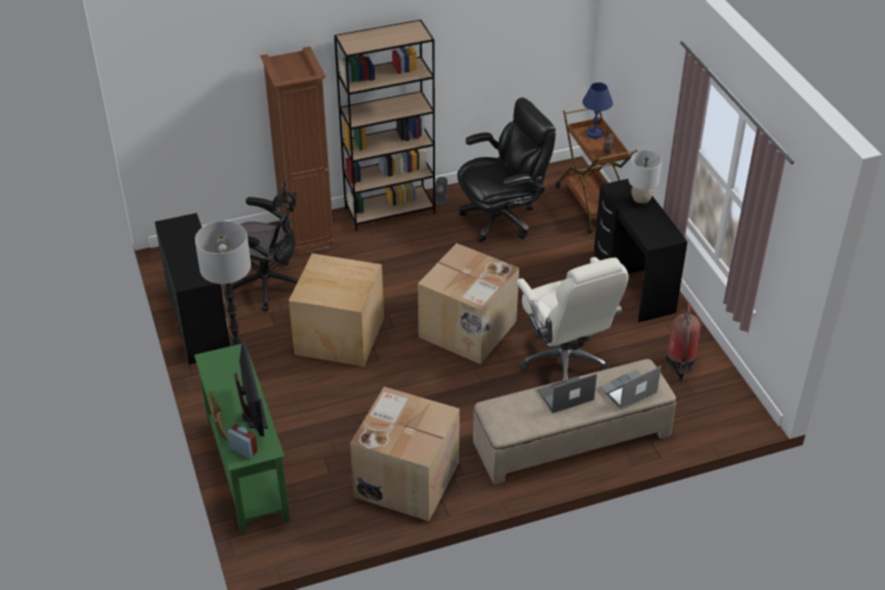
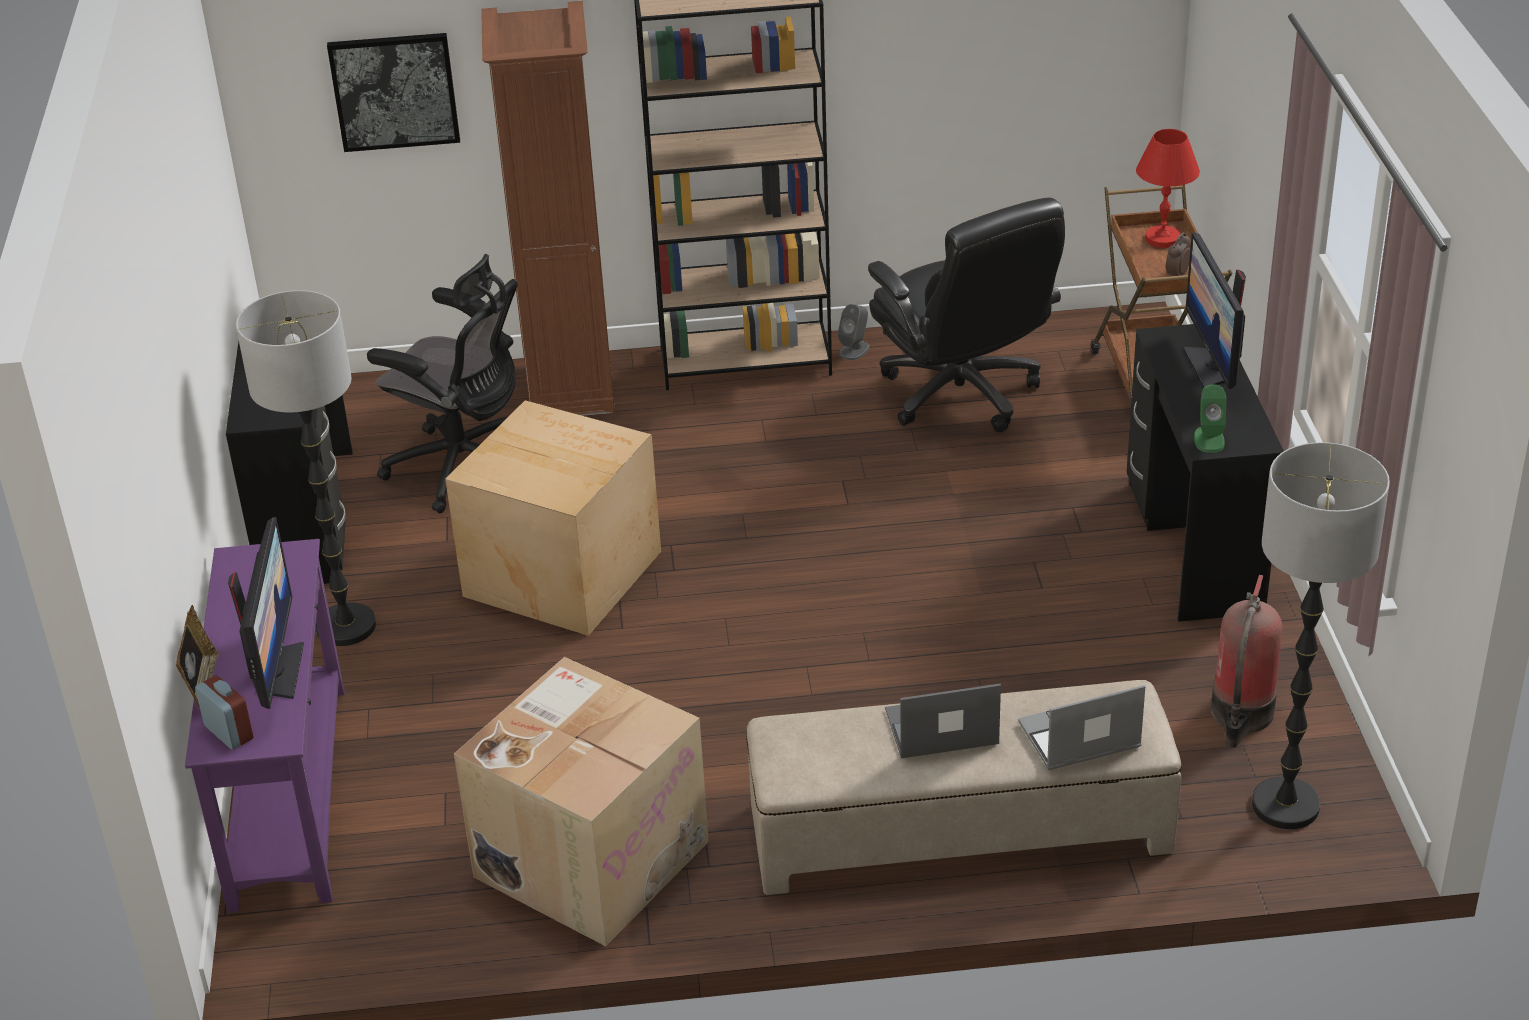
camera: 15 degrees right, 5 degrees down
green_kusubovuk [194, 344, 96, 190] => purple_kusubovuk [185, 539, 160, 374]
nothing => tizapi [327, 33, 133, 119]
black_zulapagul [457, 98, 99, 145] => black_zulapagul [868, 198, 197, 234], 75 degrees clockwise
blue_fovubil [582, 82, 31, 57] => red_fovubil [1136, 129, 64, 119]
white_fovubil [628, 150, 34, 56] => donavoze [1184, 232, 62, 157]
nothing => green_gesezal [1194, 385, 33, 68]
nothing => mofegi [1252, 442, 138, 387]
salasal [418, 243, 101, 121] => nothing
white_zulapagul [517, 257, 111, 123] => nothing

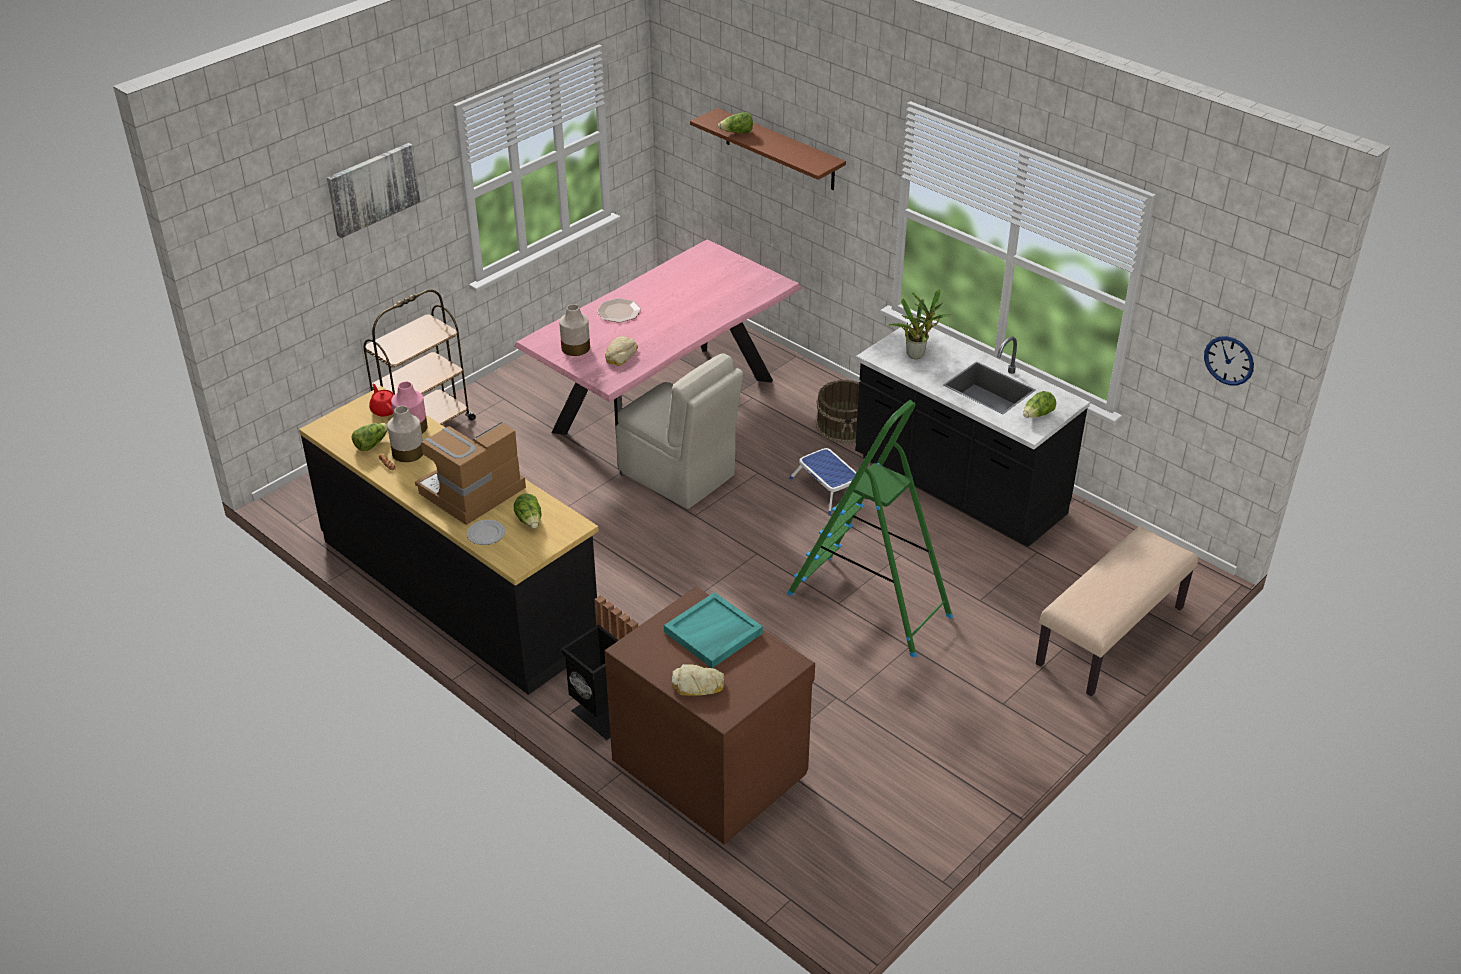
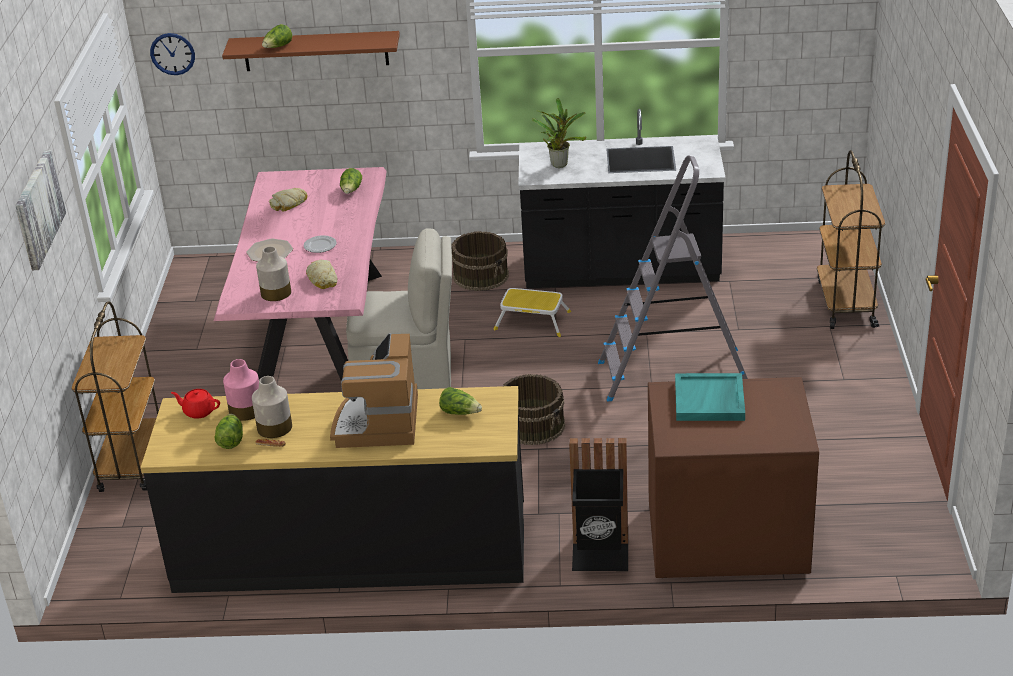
camera: 40 degrees left, 5 degrees down
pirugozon [1204, 336, 50, 50] => pirugozon [150, 33, 45, 42], moved
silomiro [672, 664, 52, 32] => silomiro [269, 188, 38, 23], moved
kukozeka [467, 520, 38, 25] => kukozeka [304, 235, 33, 18], moved
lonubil [1023, 391, 33, 26] => lonubil [340, 168, 22, 26], moved
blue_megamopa [789, 448, 78, 68] => yellow_megamopa [493, 288, 78, 49]
nothing => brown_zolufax [504, 374, 61, 71]
green_megamopa [787, 400, 166, 258] => grey_megamopa [598, 156, 150, 245]
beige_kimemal [1036, 526, 162, 170] => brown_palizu [817, 150, 69, 179]

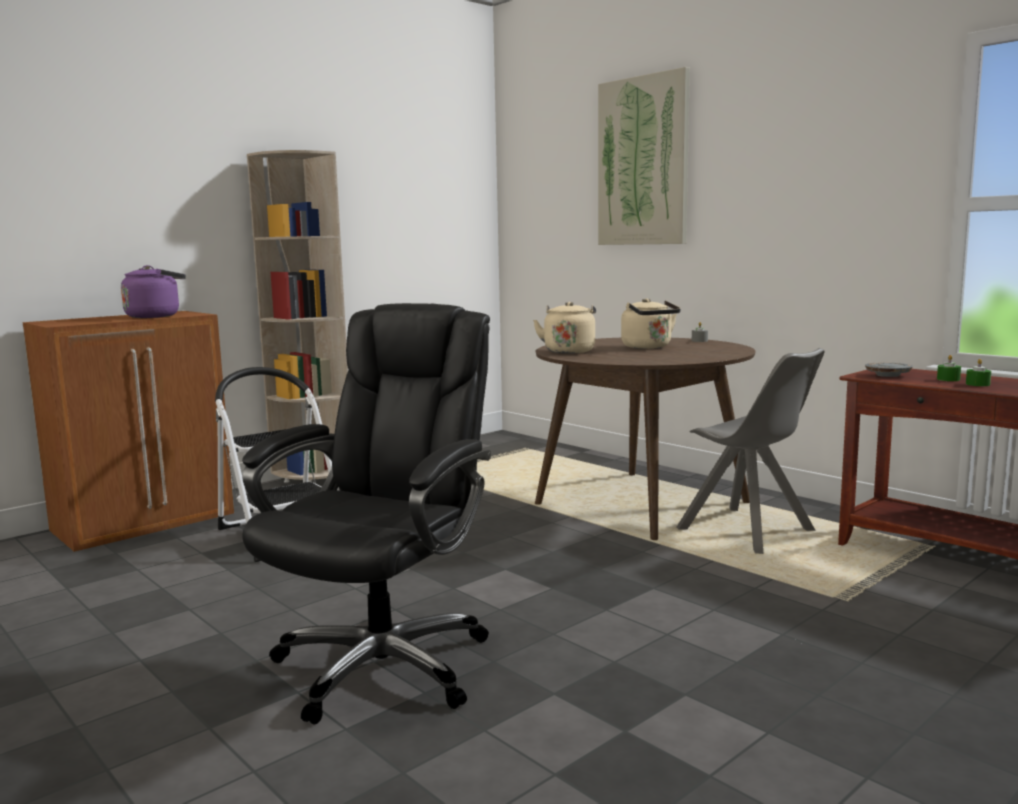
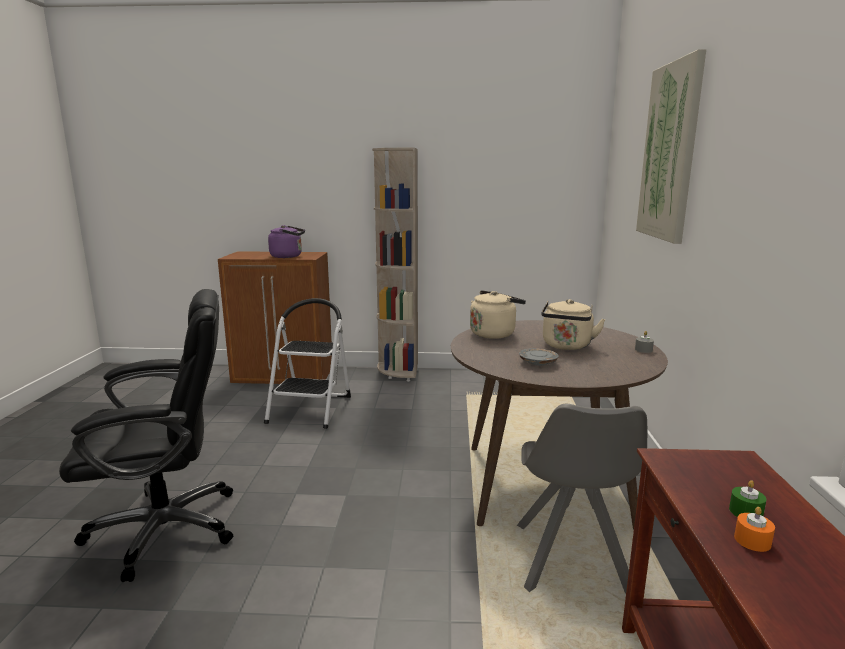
camera: 45 degrees right, 5 degrees up
grey_kukozeka [865, 363, 48, 14] => grey_kukozeka [519, 348, 40, 18], moved
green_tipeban [966, 359, 25, 27] => orange_tipeban [734, 507, 41, 45]

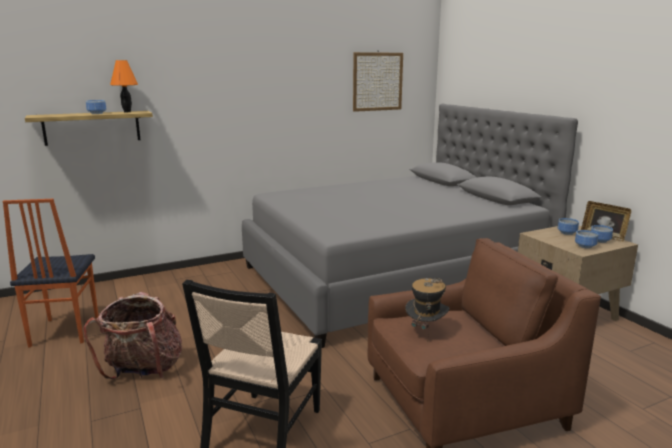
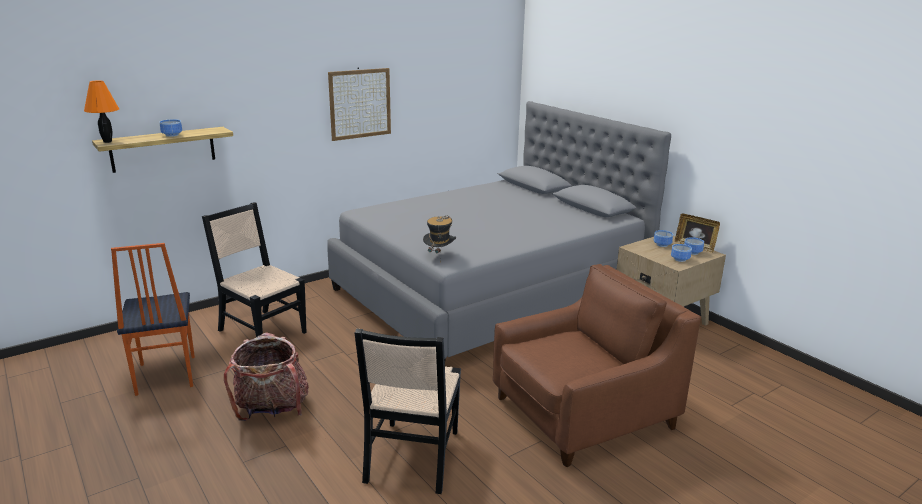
camera: 10 degrees left, 5 degrees up
orange_fovubil [110, 60, 28, 52] => orange_fovubil [84, 80, 35, 63], moved
nothing => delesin [202, 202, 105, 135]
tizapi [353, 51, 50, 61] => tizapi [328, 67, 63, 74], moved
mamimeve [405, 278, 45, 65] => mamimeve [423, 215, 33, 41], moved

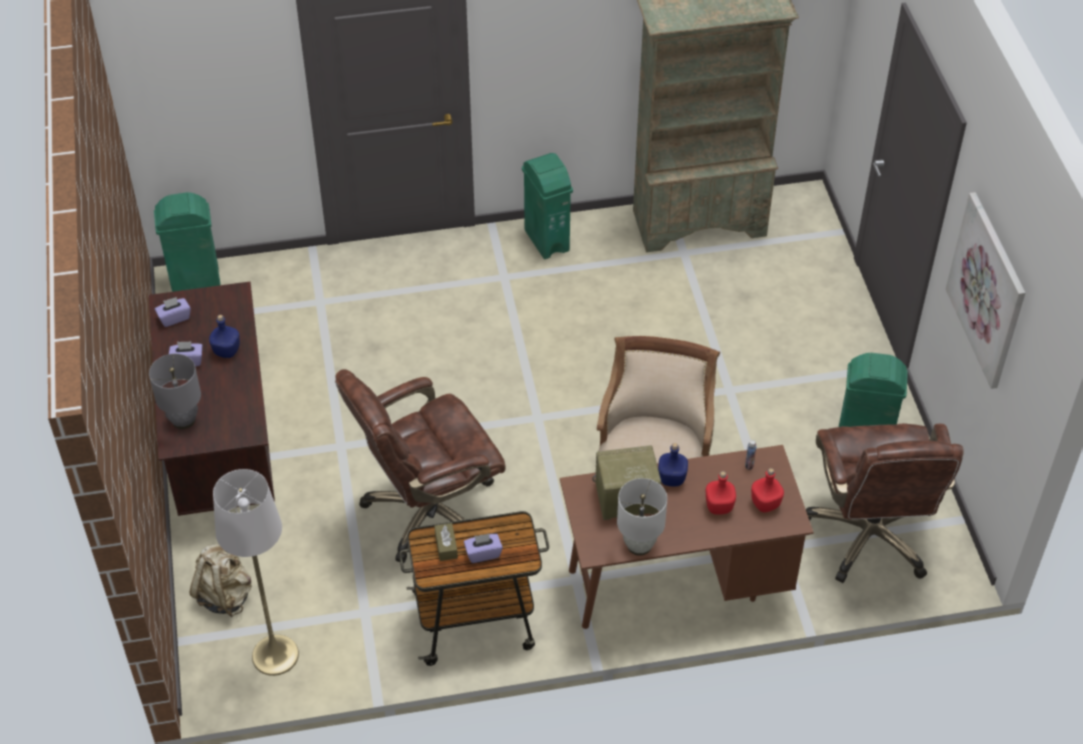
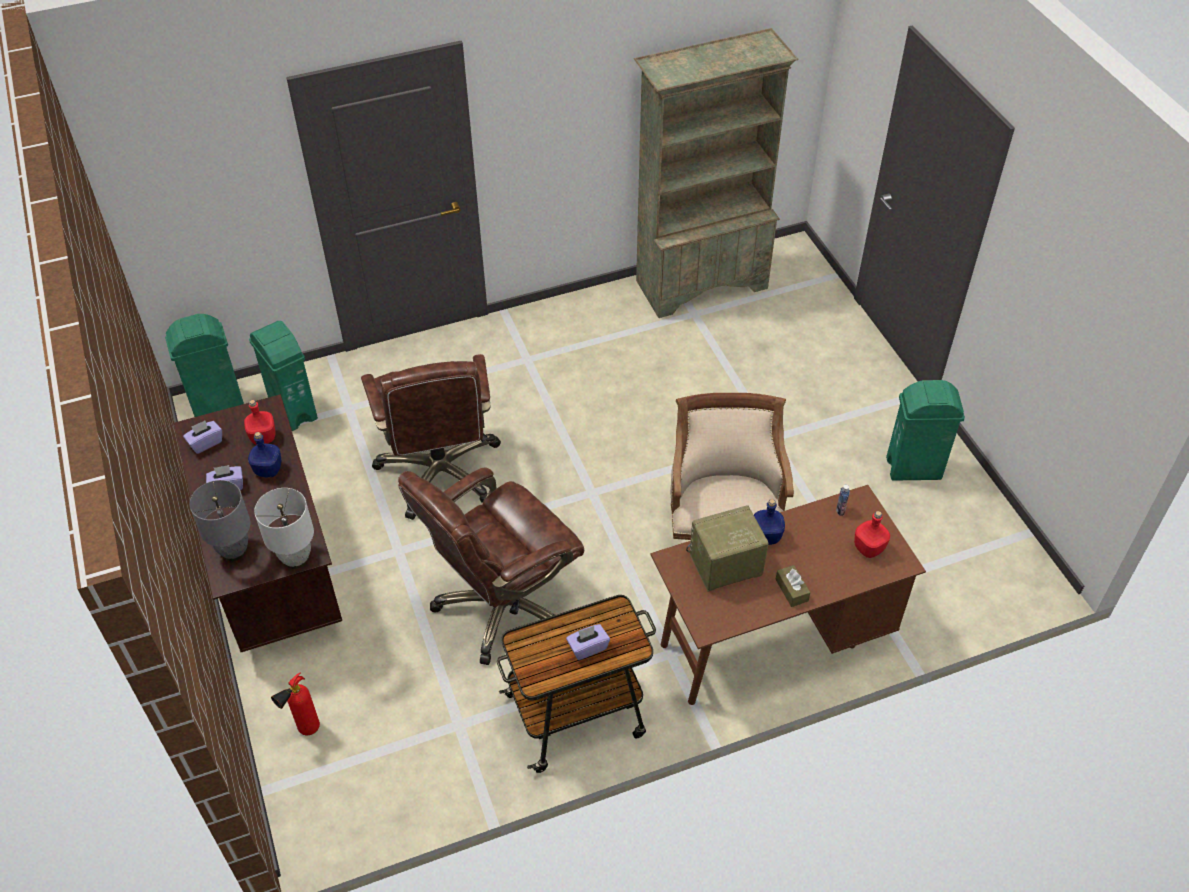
camera: 10 degrees left, 0 degrees up
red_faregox [706, 471, 30, 44] => red_faregox [244, 400, 31, 45], moved
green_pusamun [522, 153, 51, 106] => green_pusamun [249, 321, 69, 110], moved
white_fovubil [617, 478, 50, 78] => white_fovubil [254, 488, 60, 81], moved
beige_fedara [190, 544, 62, 73] => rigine [271, 673, 49, 62]
brown_zulapagul [806, 423, 158, 160] => brown_zulapagul [361, 354, 140, 166], moved
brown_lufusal [434, 523, 24, 38] => brown_lufusal [775, 565, 35, 42], moved
white_mofegi [213, 469, 86, 207] => nothing
tizapi [946, 192, 79, 197] => nothing

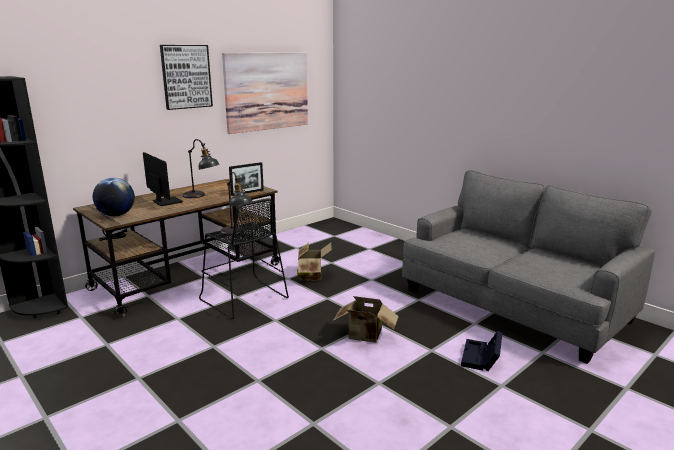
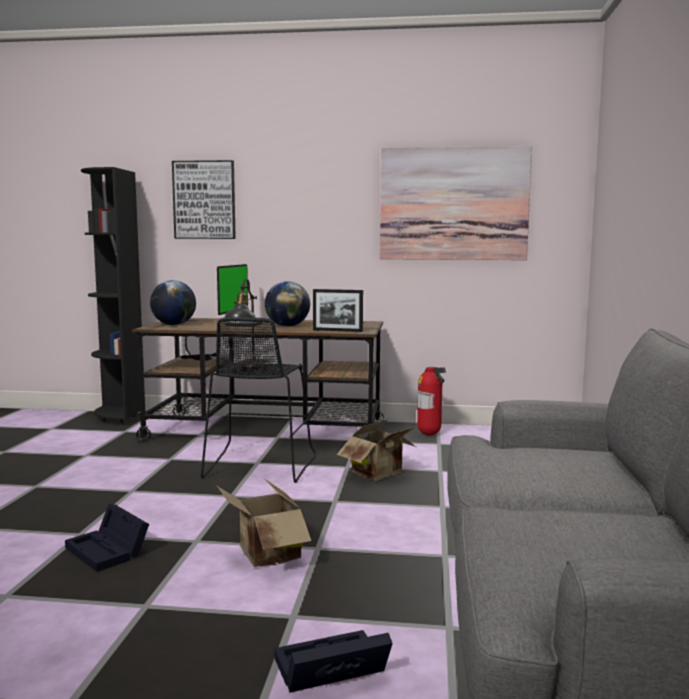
camera: 50 degrees right, 10 degrees down
nothing => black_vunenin [65, 504, 84, 68]
tizapi [160, 45, 53, 65] => tizapi [172, 160, 64, 79], moved
grey_fovubil [183, 139, 36, 59] => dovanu [265, 281, 45, 46]
nothing => rigine [417, 367, 29, 69]

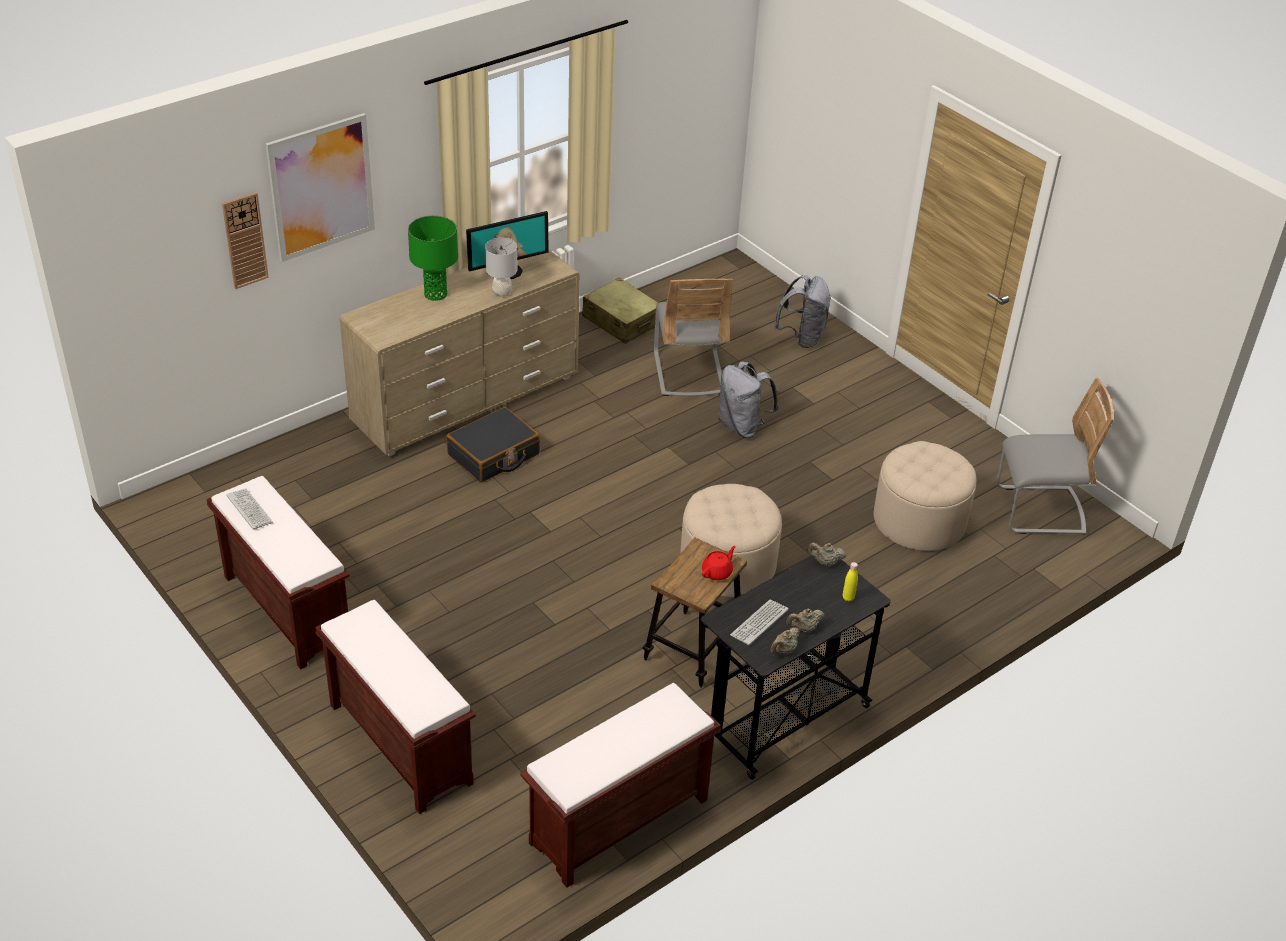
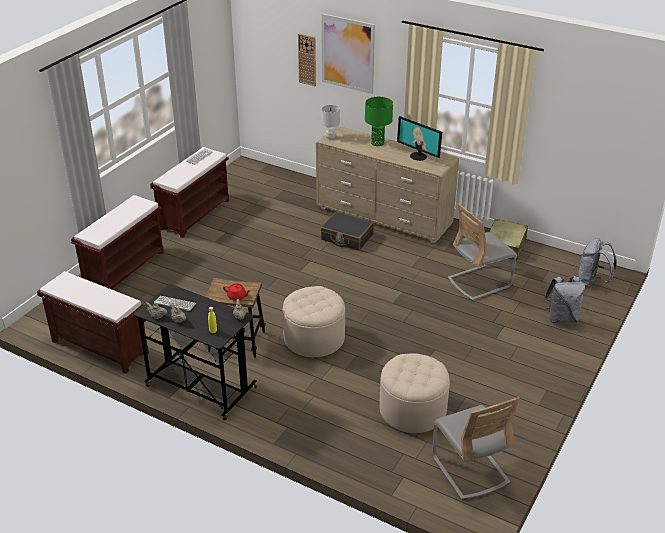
camera: 70 degrees right, 5 degrees down
grey_fovubil [485, 238, 32, 58] => grey_fovubil [322, 105, 18, 34], moved
grey_fedara [718, 361, 61, 77] => grey_fedara [578, 238, 39, 49], moved

